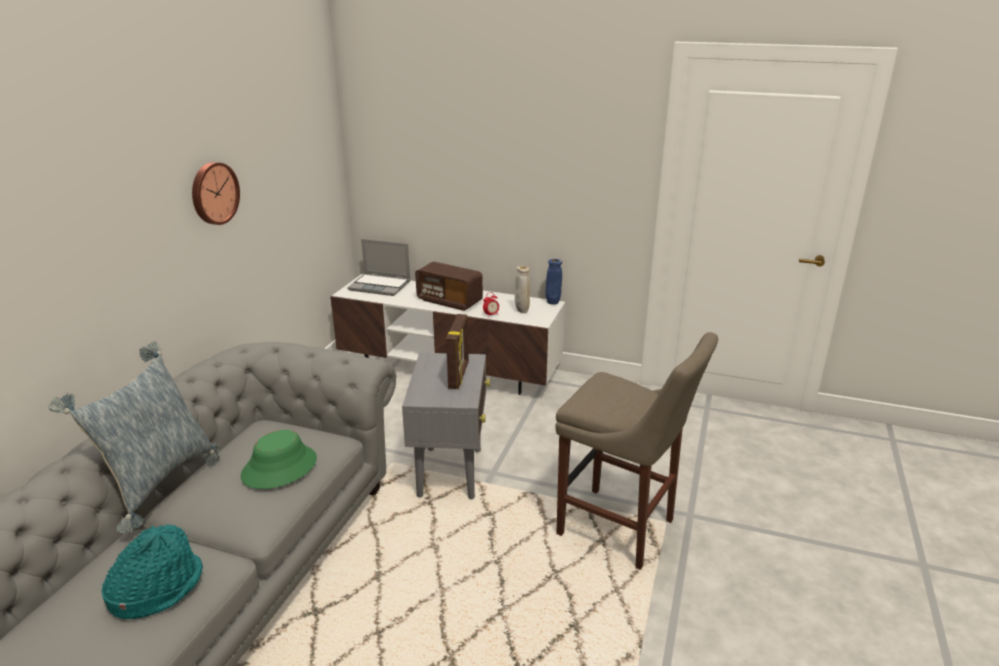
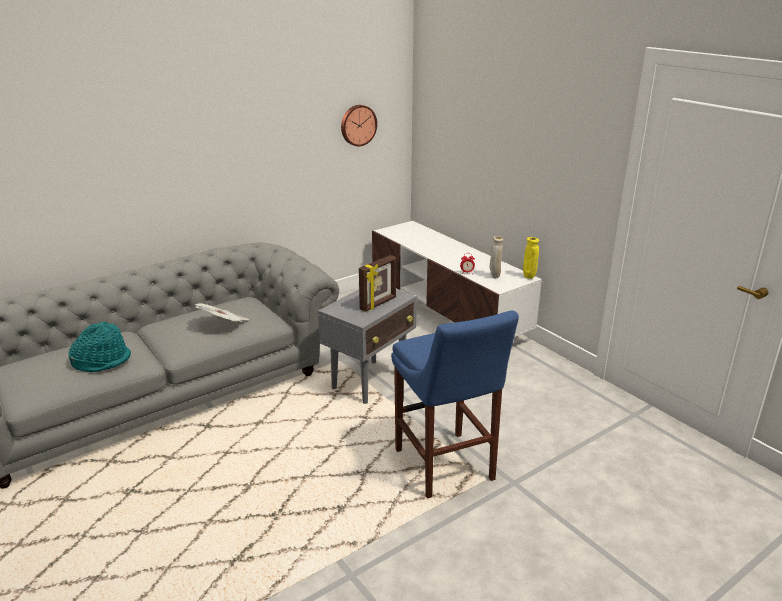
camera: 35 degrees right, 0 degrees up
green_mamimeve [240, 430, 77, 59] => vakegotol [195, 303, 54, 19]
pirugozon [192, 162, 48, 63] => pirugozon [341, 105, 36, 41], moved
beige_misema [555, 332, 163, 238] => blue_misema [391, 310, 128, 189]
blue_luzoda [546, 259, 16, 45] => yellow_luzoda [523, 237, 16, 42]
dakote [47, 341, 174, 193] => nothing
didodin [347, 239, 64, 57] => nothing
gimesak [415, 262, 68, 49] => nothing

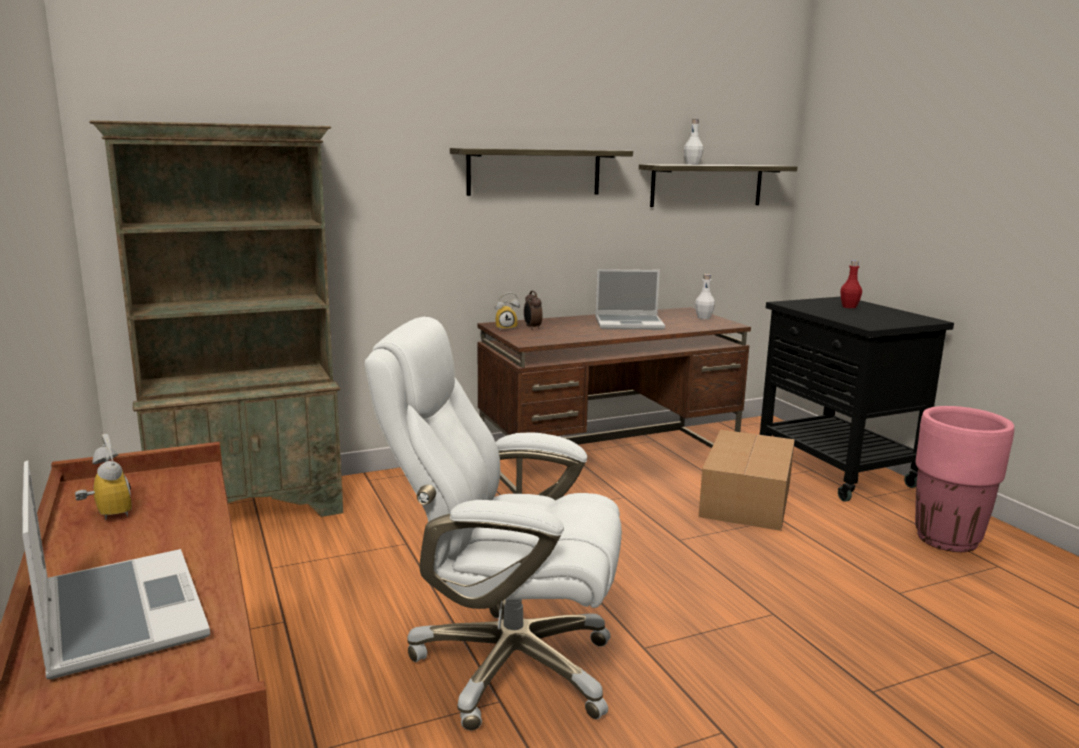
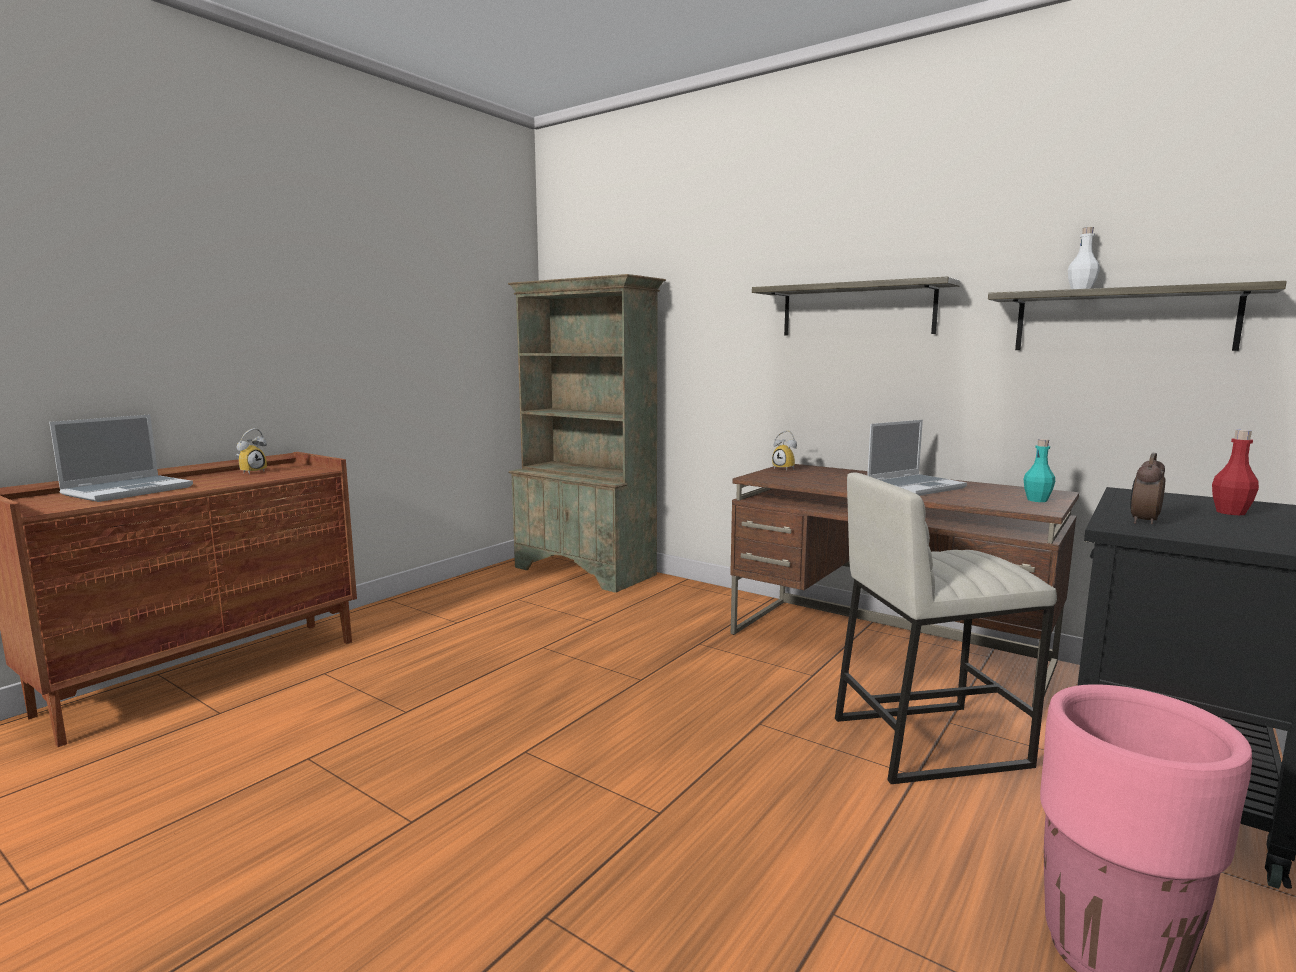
camera: 60 degrees right, 5 degrees down
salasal [699, 430, 96, 101] => beige_misema [835, 473, 222, 311]
didodin [595, 269, 70, 61] => didodin [867, 420, 100, 76], 90 degrees counterclockwise
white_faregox [695, 274, 20, 45] => turquoise_faregox [1024, 439, 31, 63]
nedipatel [524, 291, 18, 39] => nedipatel [1130, 453, 35, 71], moved
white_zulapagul [365, 317, 257, 413] => nothing

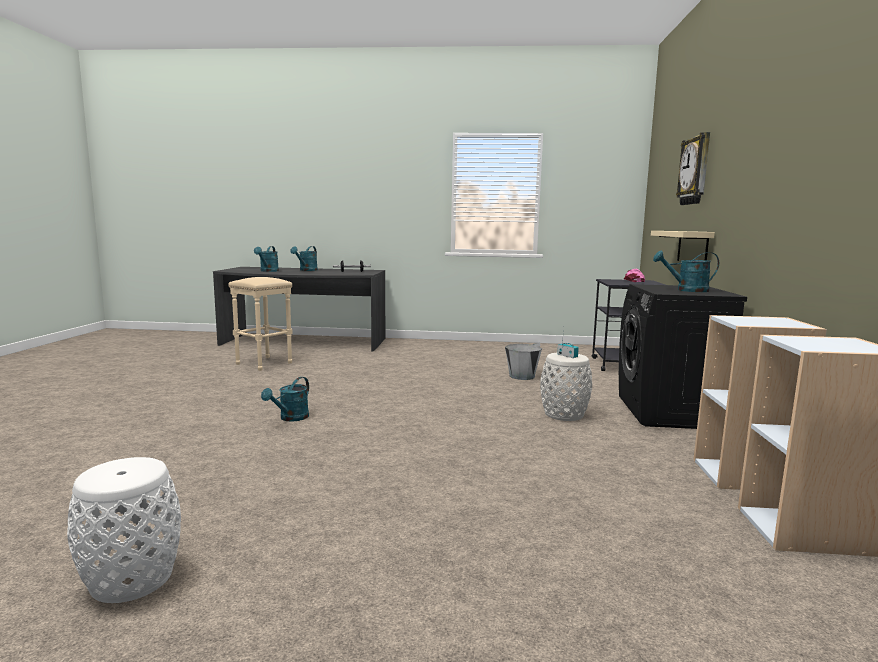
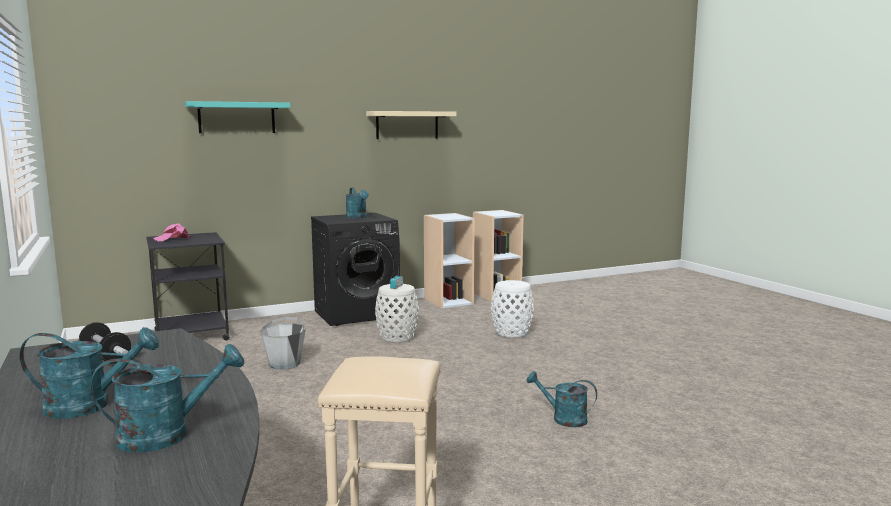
camera: 120 degrees left, 0 degrees up
pirugozon [676, 132, 34, 73] => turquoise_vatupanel [185, 101, 105, 32]
beige_vatupanel [651, 231, 64, 30] => beige_vatupanel [366, 111, 90, 28], moved
white_misema [67, 457, 114, 146] => white_misema [491, 280, 43, 58], moved
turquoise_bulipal [261, 377, 48, 44] => turquoise_bulipal [527, 371, 70, 56], 150 degrees counterclockwise

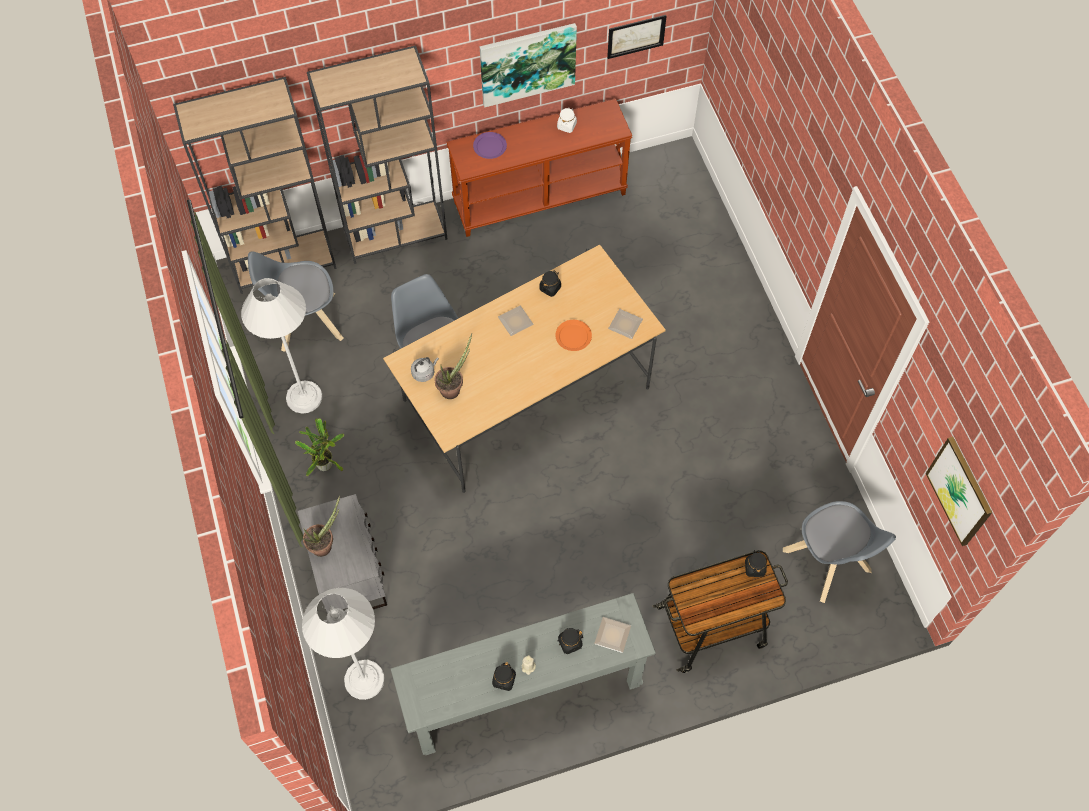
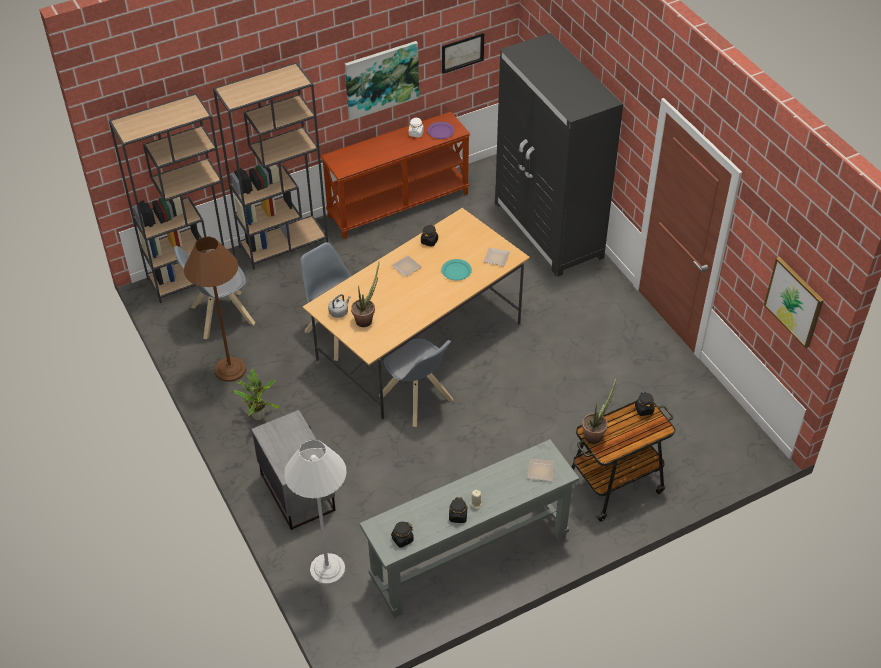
camera: 10 degrees left, 15 degrees down
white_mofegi [241, 278, 81, 136] => brown_mofegi [184, 237, 62, 145]
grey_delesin [783, 501, 113, 102] => grey_delesin [379, 338, 74, 89], moved
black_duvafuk [557, 628, 26, 26] => black_duvafuk [391, 522, 23, 26], moved
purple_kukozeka [473, 132, 34, 27] => purple_kukozeka [427, 122, 28, 17], moved
orange_kukozeka [555, 320, 37, 31] => turquoise_kukozeka [441, 259, 31, 21]
nothing => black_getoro [495, 33, 128, 244]
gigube [303, 495, 37, 62] => gigube [582, 376, 35, 68], moved

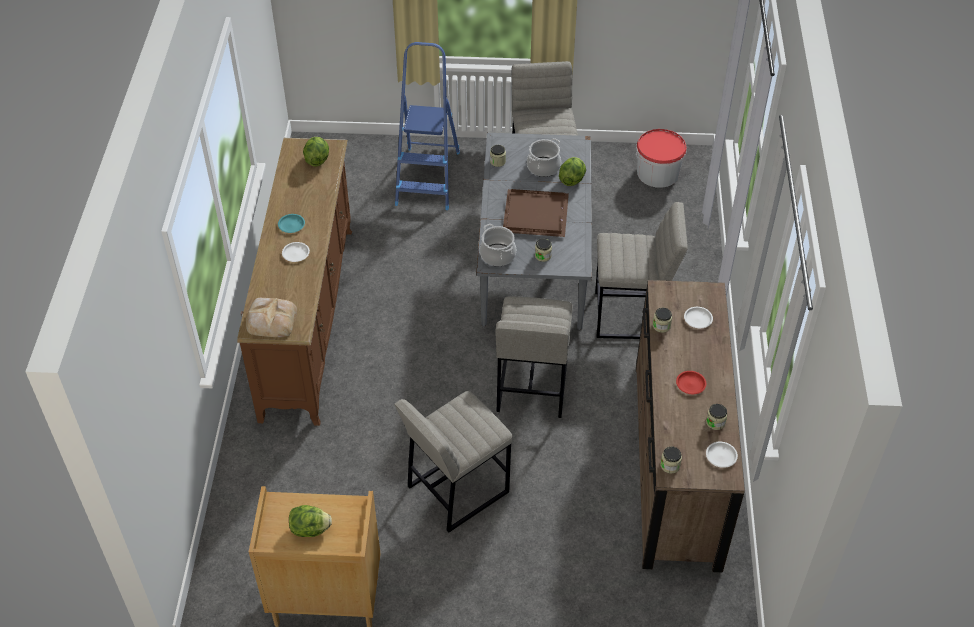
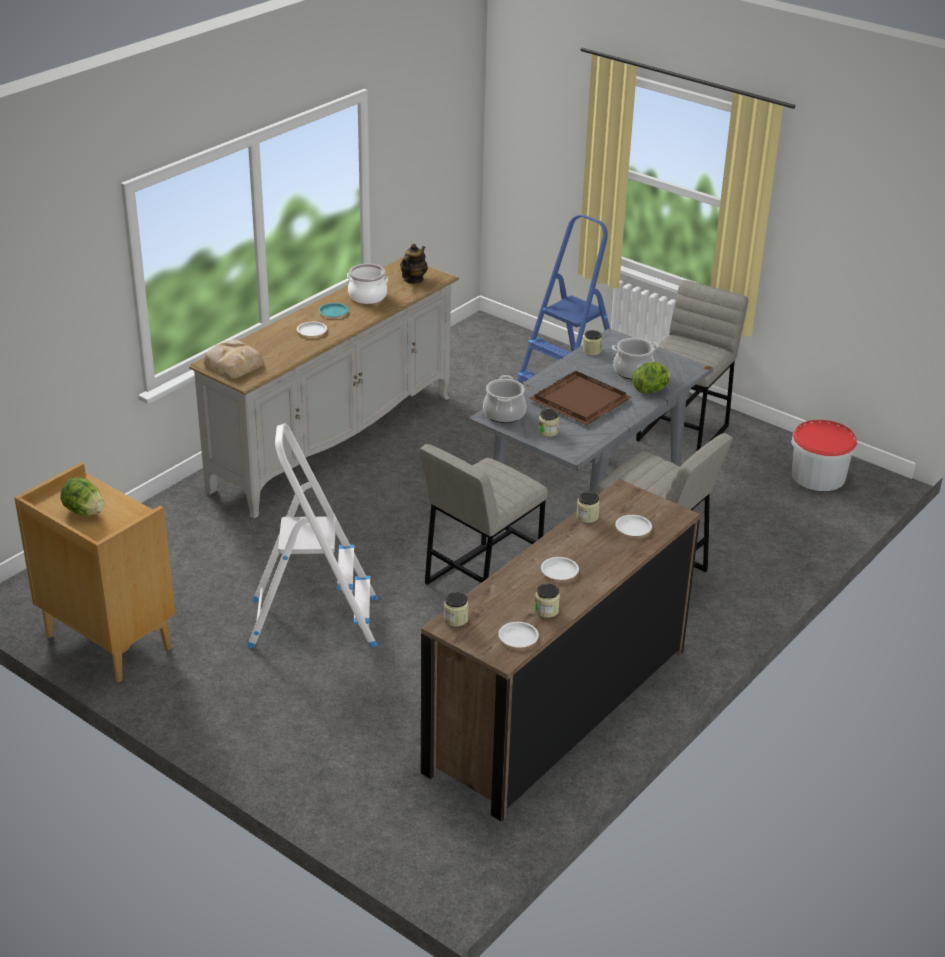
camera: 35 degrees right, 15 degrees down
brown_getoro [237, 138, 115, 288] => grey_getoro [189, 257, 270, 261]
grey_delesin [394, 391, 119, 142] => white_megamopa [247, 423, 131, 225]
nothing => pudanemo [347, 263, 41, 41]
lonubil [303, 137, 26, 29] => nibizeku [400, 244, 28, 39]
red_kukozeka [676, 371, 30, 23] => white_kukozeka [541, 557, 38, 23]

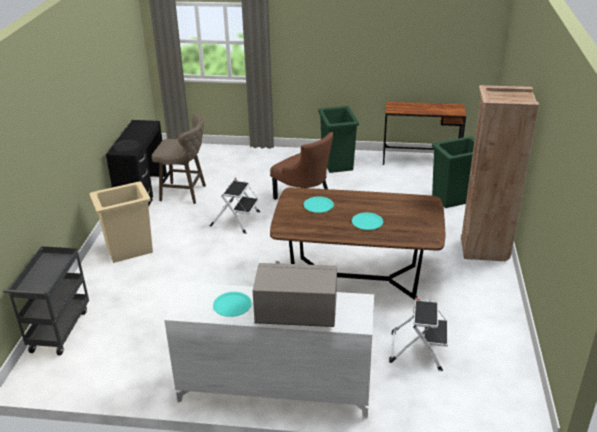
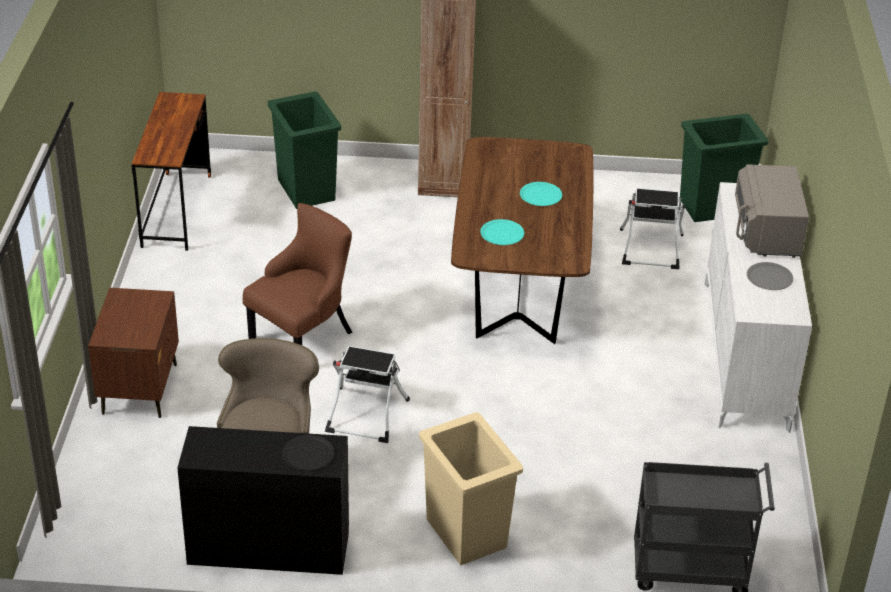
camera: 95 degrees left, 5 degrees up
nothing => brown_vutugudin [88, 288, 91, 130]
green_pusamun [318, 106, 41, 67] => green_pusamun [680, 114, 89, 108], moved
turquoise_kukozeka [213, 292, 39, 25] => grey_kukozeka [747, 262, 46, 28]

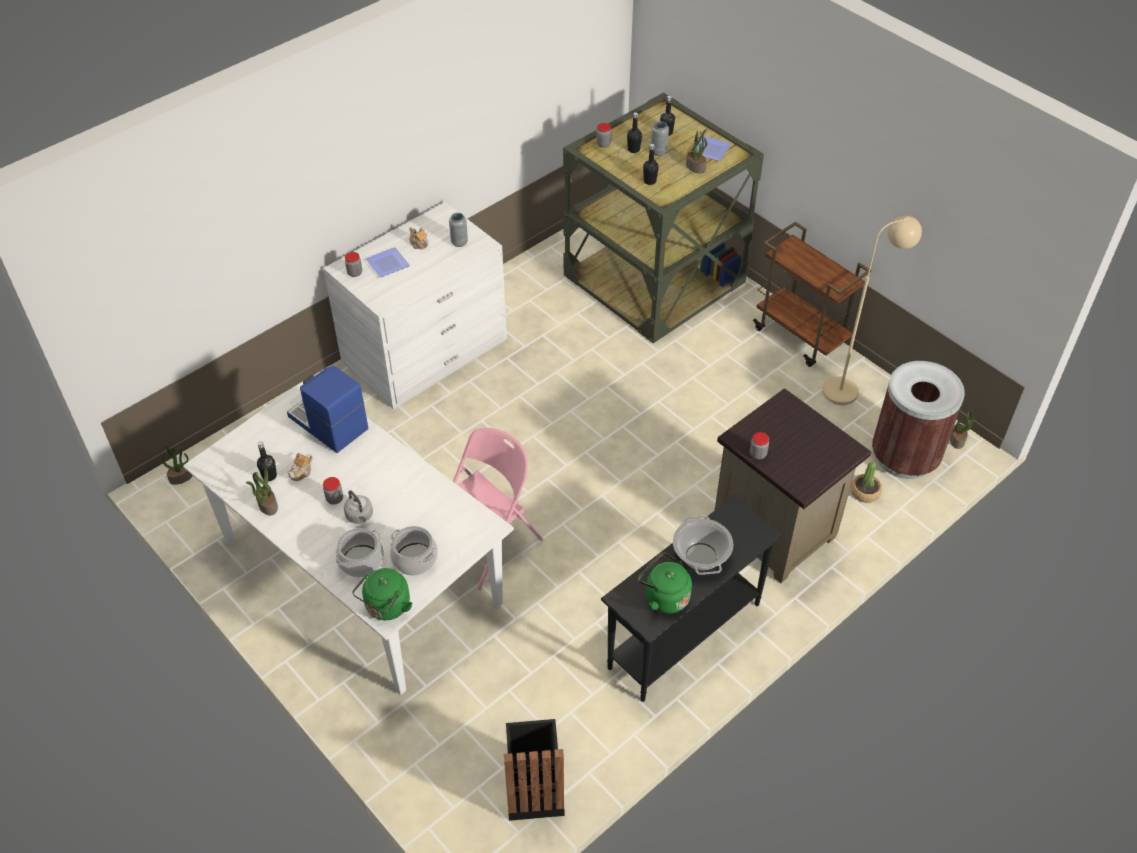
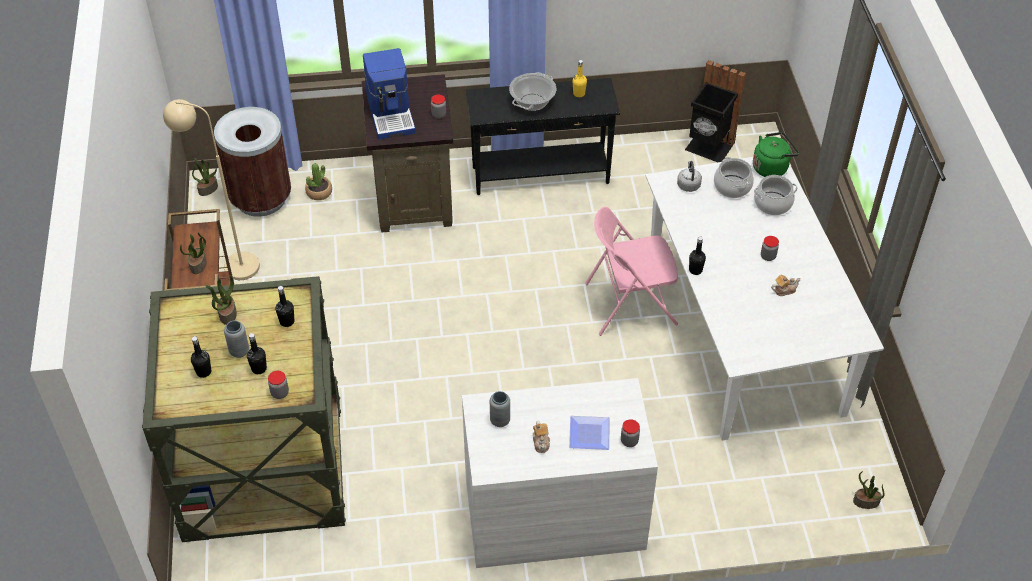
camera: 145 degrees left, 0 degrees up
gigube [246, 466, 32, 49] => gigube [180, 232, 26, 42], moved
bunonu [287, 366, 81, 87] => bunonu [363, 48, 53, 92], moved
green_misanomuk [638, 553, 54, 61] => yellow_faregox [572, 60, 15, 37]
grey_misanomuk [344, 490, 29, 34] => grey_misanomuk [677, 161, 25, 31], moved
black_faregox [257, 441, 20, 40] => black_faregox [689, 237, 17, 38], moved
kukozeka [691, 136, 40, 25] => nothing

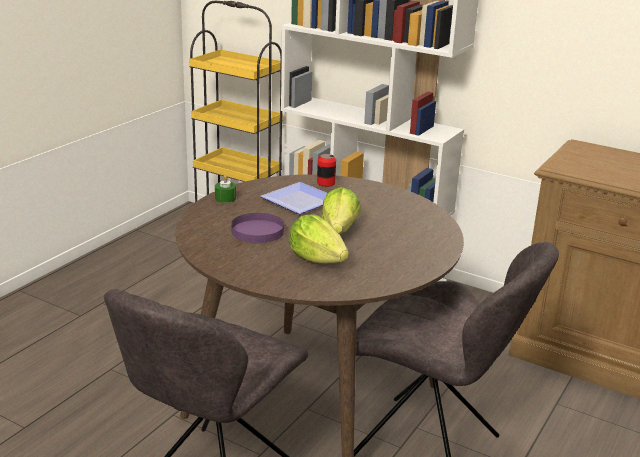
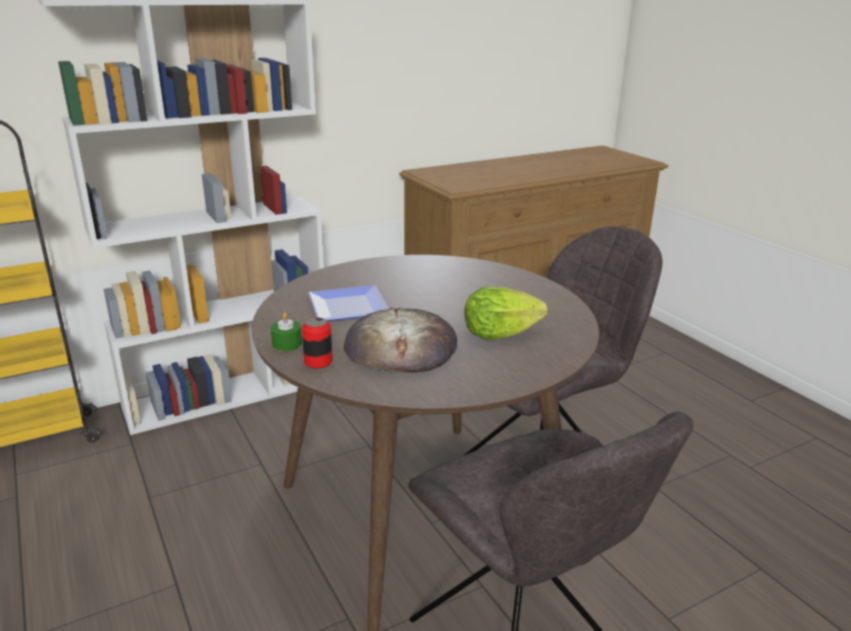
camera: 60 degrees left, 0 degrees up
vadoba [317, 154, 19, 33] => vadoba [302, 318, 30, 50], moved
purple_kukozeka [231, 213, 53, 30] => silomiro [344, 308, 113, 65]
lonubil [321, 187, 40, 47] => nothing

